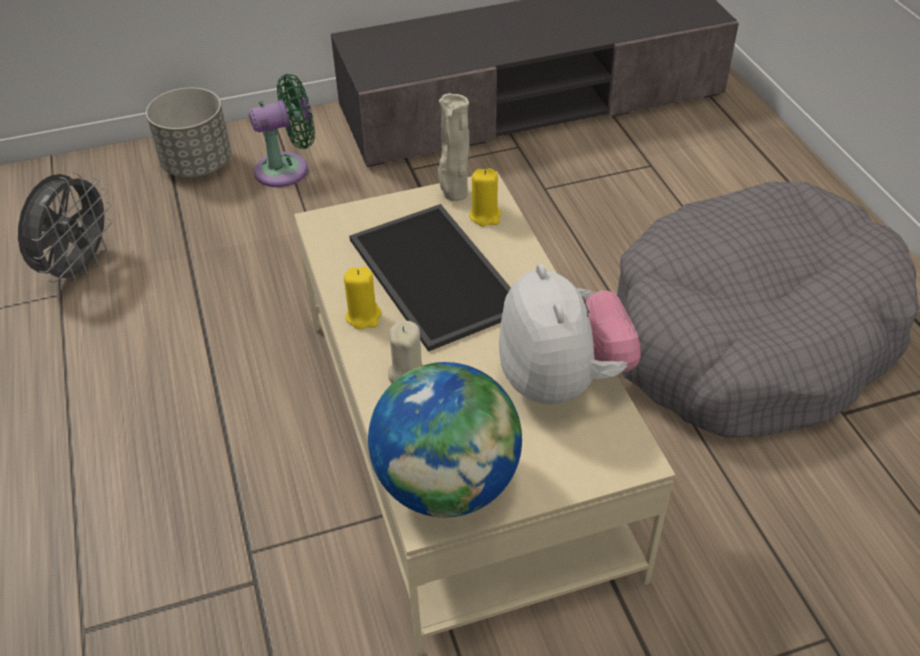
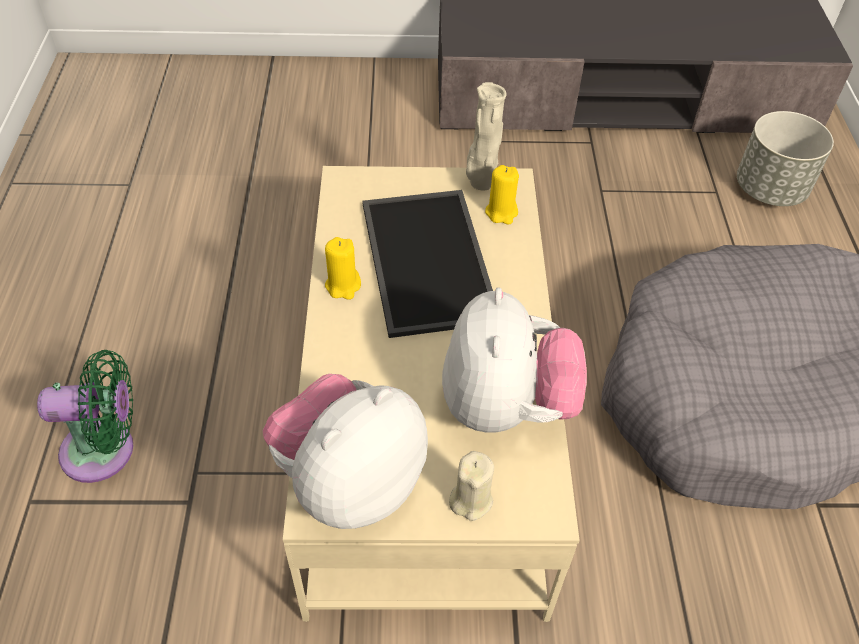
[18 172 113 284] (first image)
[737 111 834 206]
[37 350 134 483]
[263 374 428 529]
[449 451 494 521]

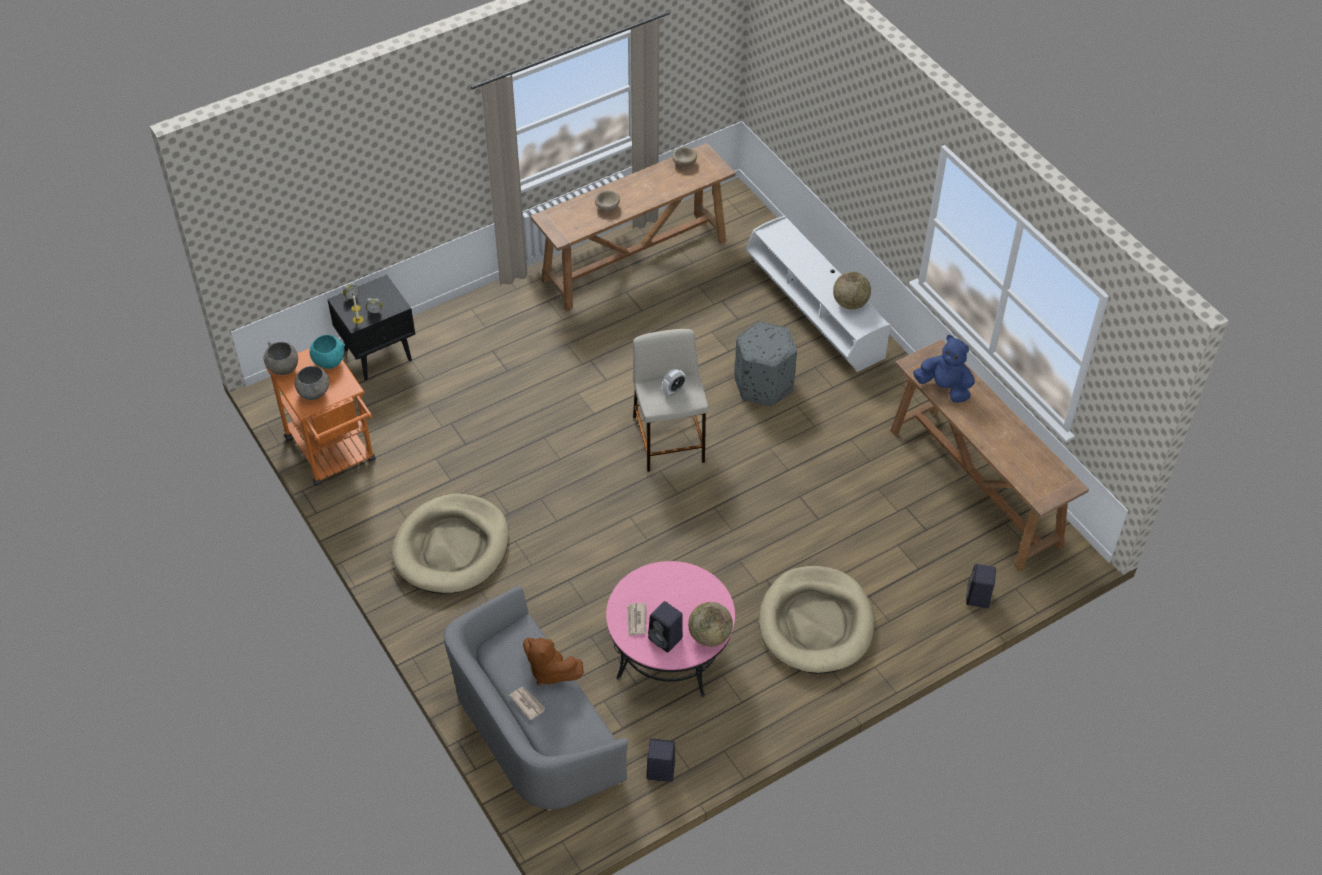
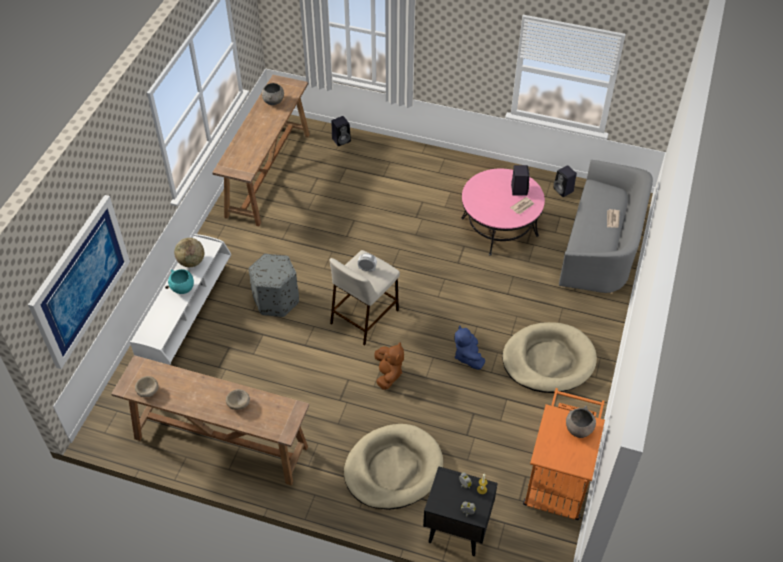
[262 83 284 105]
[168 269 194 294]
[374 342 404 390]
[688 602 733 647] (first image)
[344 424 443 510]
[454 326 485 370]
[28 195 130 369]

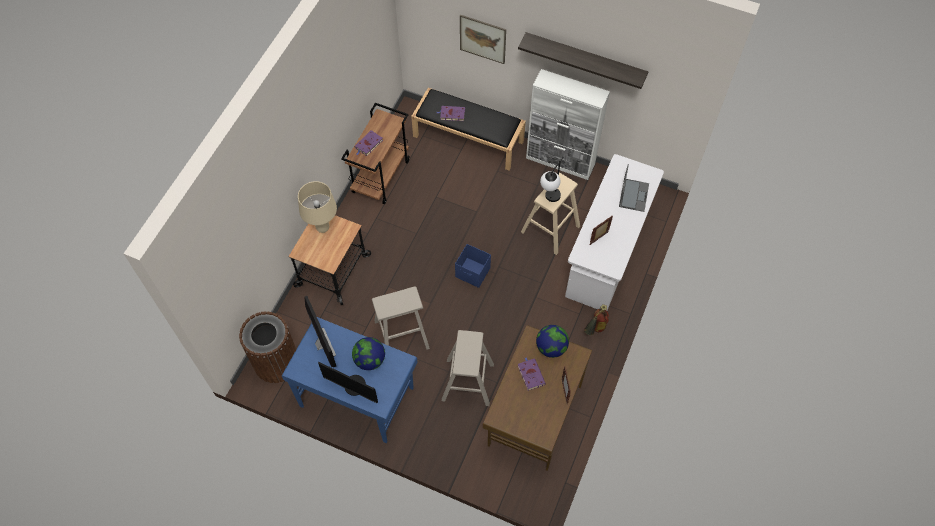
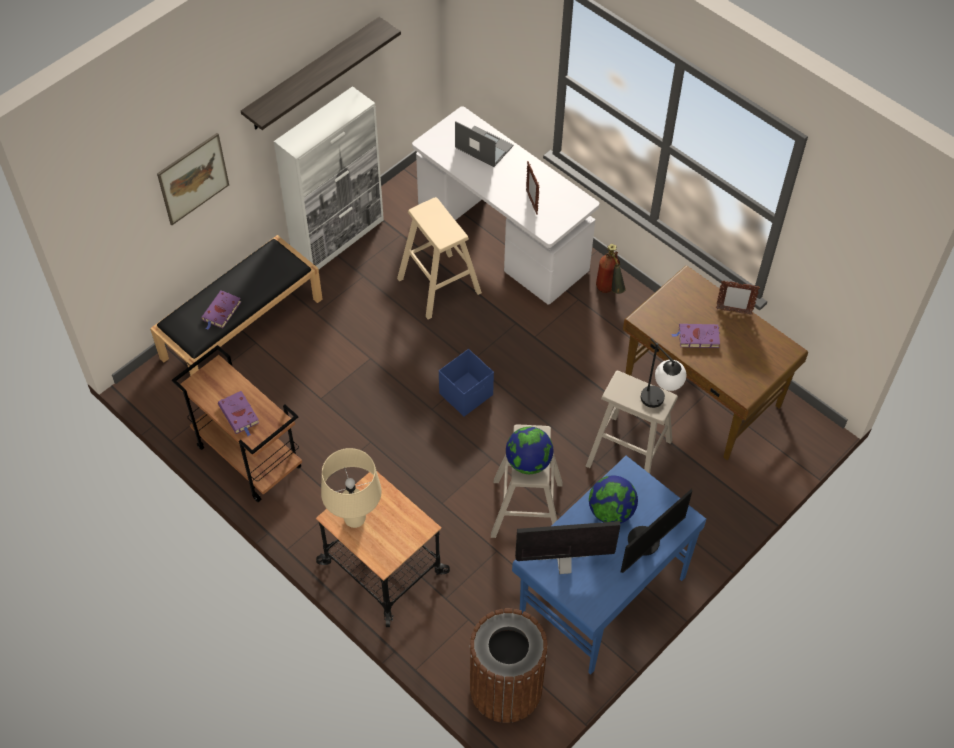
[506 427 553 474]
[641 338 686 408]

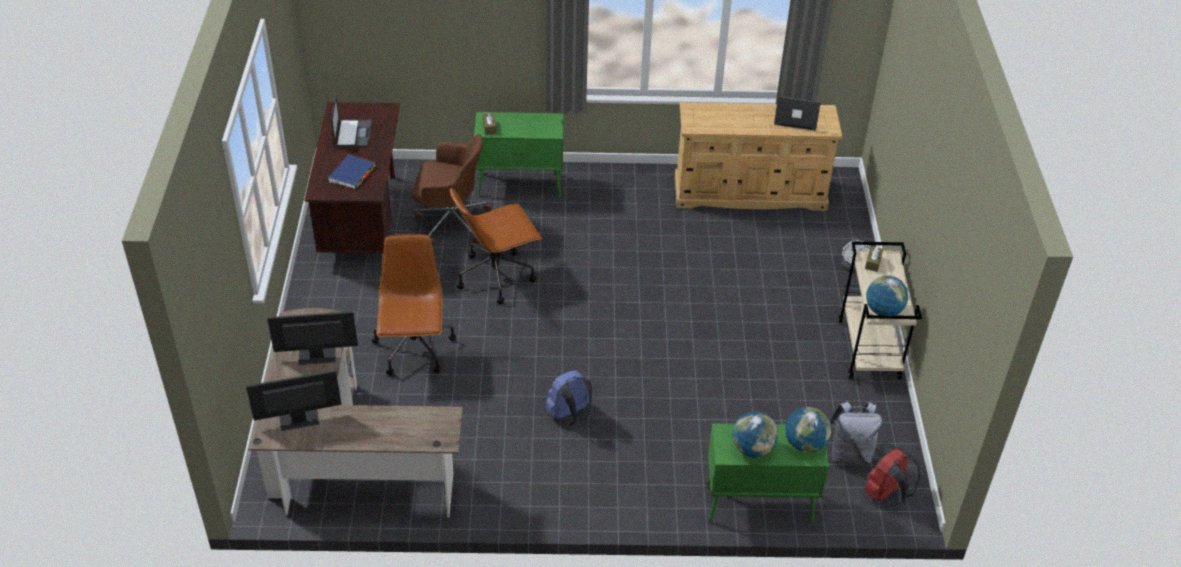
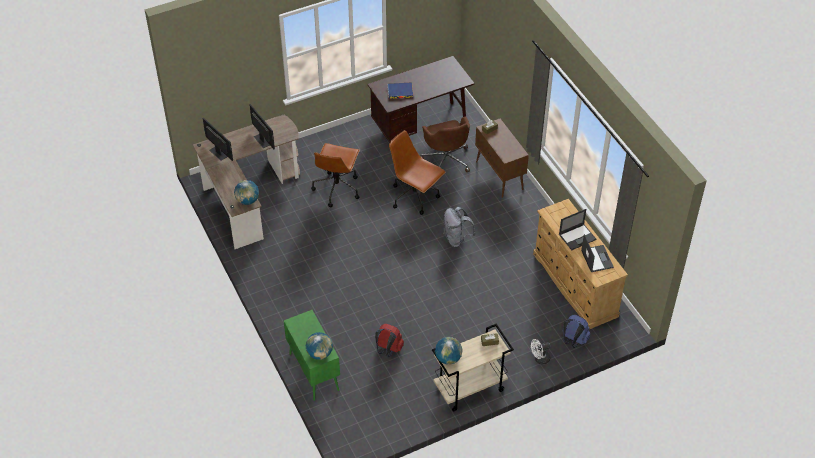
[559 209 596 250]
[311 143 360 207]
[475 119 529 198]
[563 314 590 348]
[234 180 259 205]
[443 207 475 247]
[375 324 404 357]

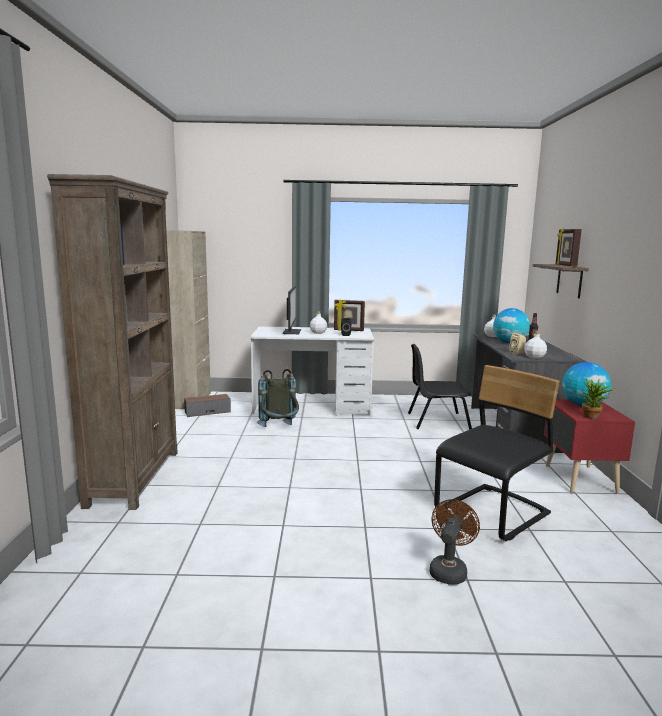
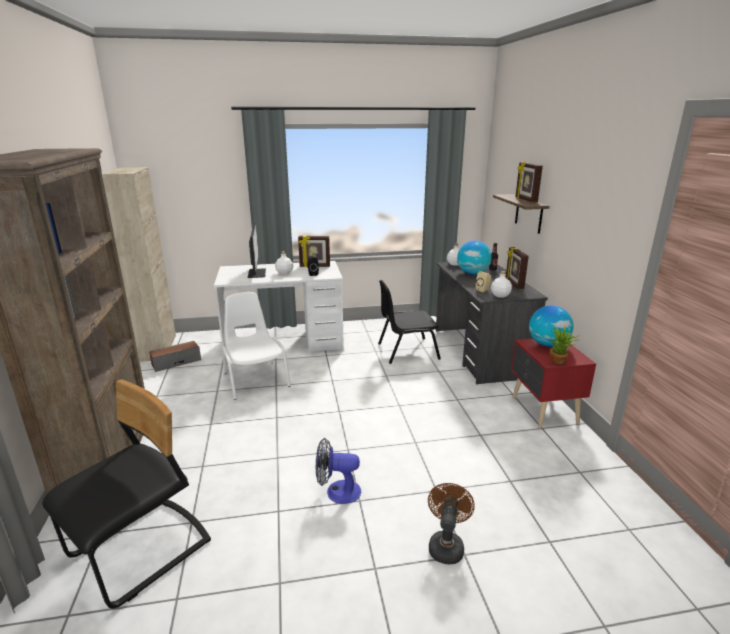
[222 292 291 400]
[42 379 211 609]
[316 438 361 504]
[506 247 529 289]

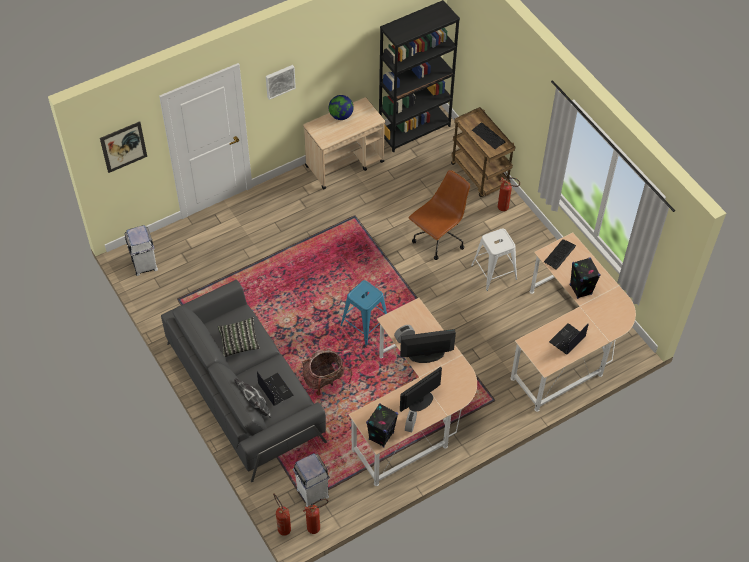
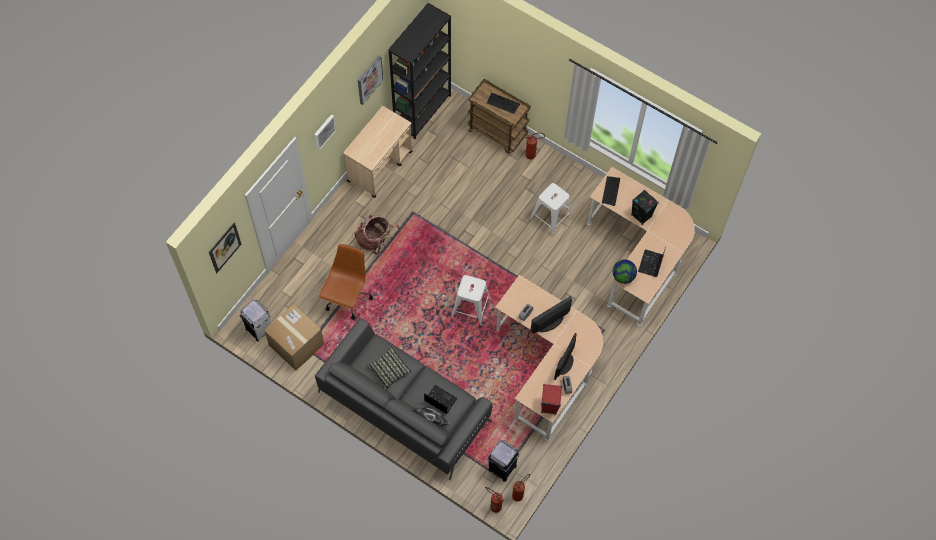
[487 440 519 482]
[354 215 399 255]
[613 259 637 284]
[452 275 491 325]
[541 384 562 415]
[319 244 373 319]
[264 304 324 370]
[358 55 383 105]

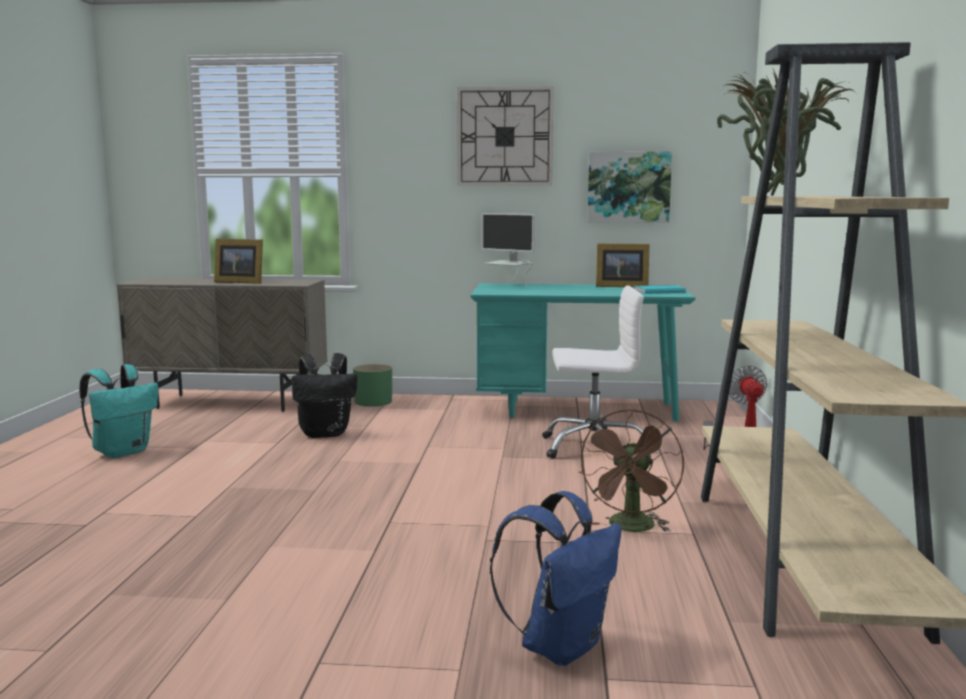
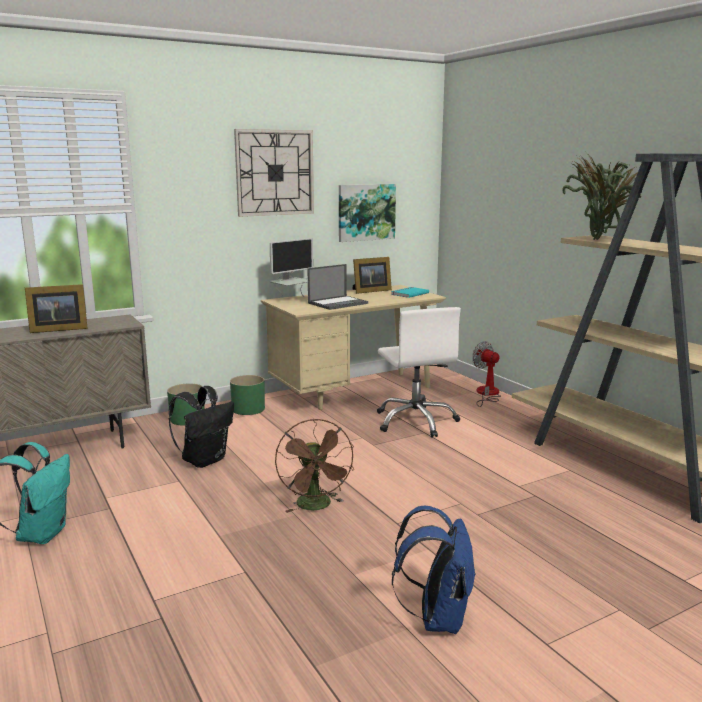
[261 285 446 410]
[270 238 313 297]
[392 506 476 634]
[377 307 461 437]
[275 419 354 513]
[230 375 265 415]
[307 264 368 310]

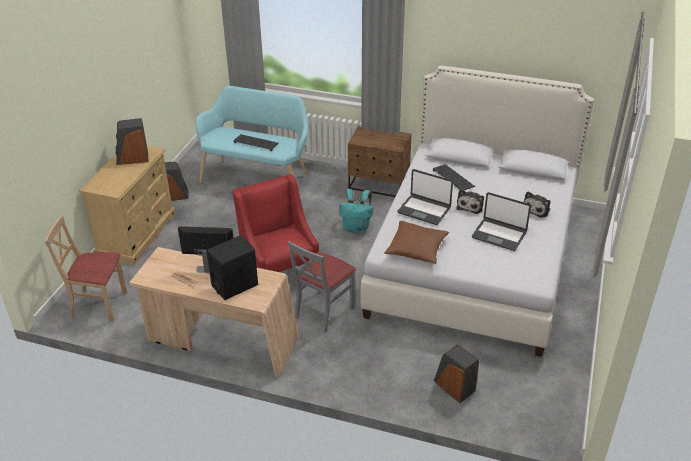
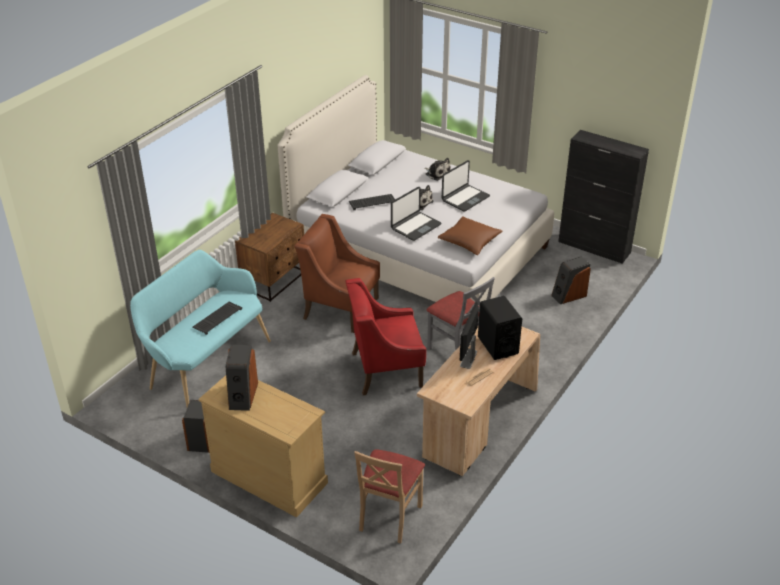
[294 214 380 333]
[558 130 649 264]

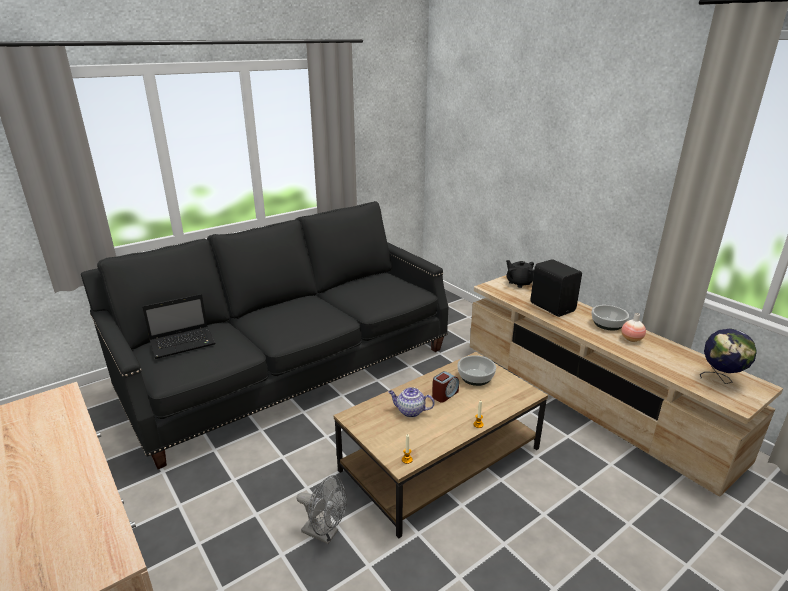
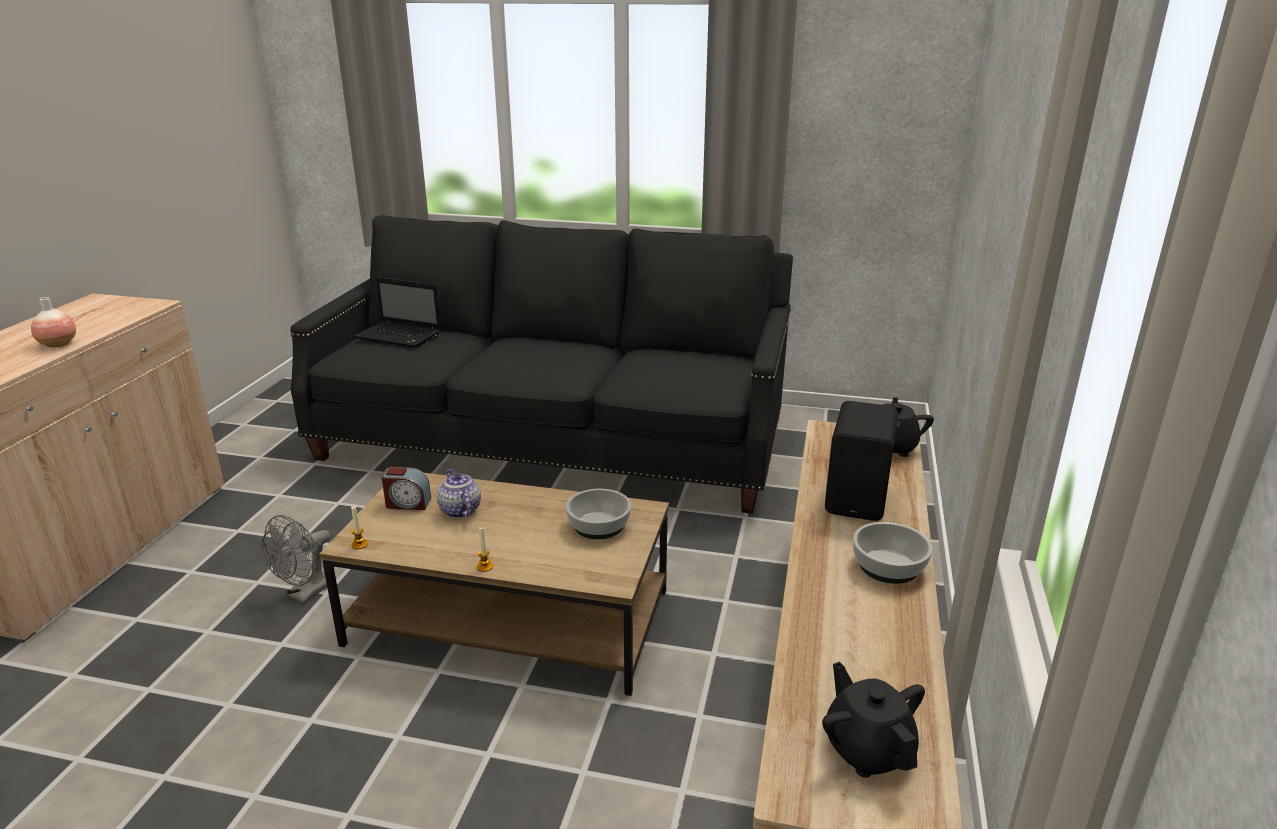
[262 515 331 603]
[381 467 431 510]
[31 297 76 347]
[822 662 925 778]

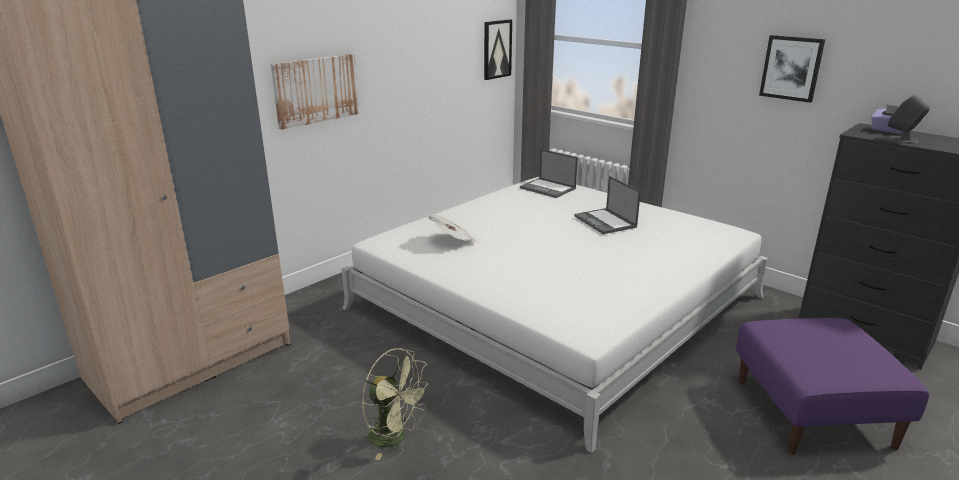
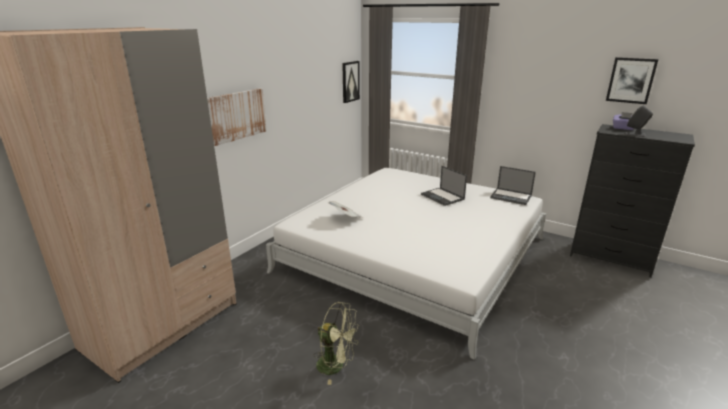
[490 166 536 205]
[736 318 929 455] (first image)
[606 57 658 104]

